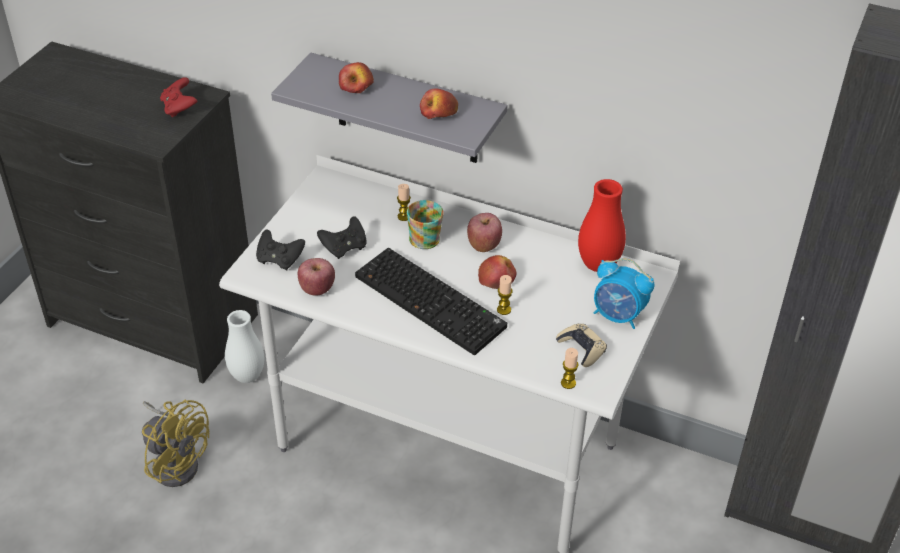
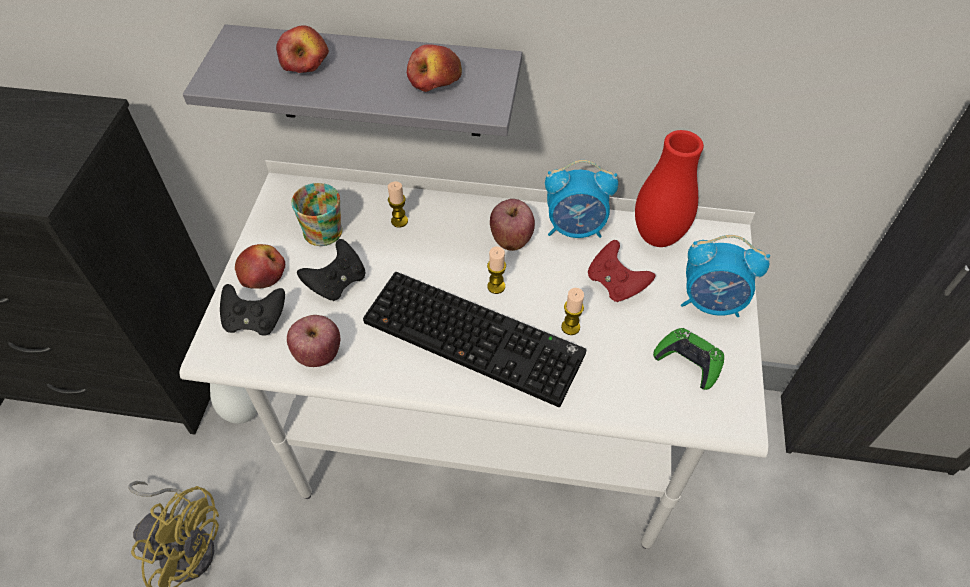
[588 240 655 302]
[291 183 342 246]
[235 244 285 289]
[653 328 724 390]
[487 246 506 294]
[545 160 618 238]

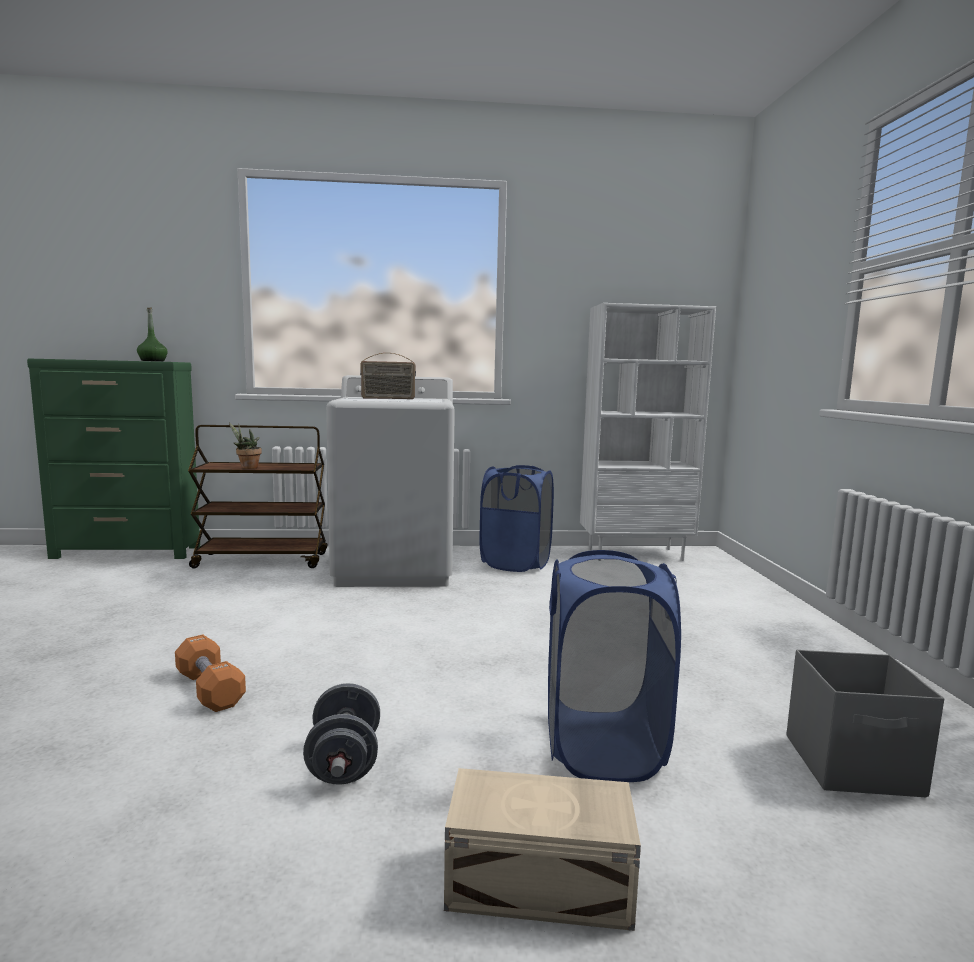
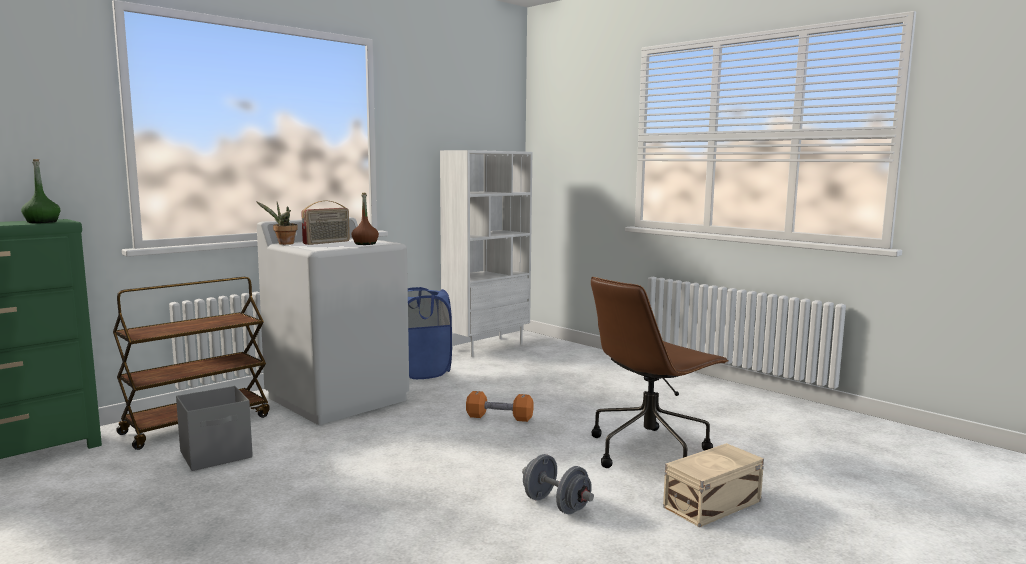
[466 391 534 422]
[256 201 297 245]
[591 277 729 468]
[176 386 253 471]
[351 193 379 245]

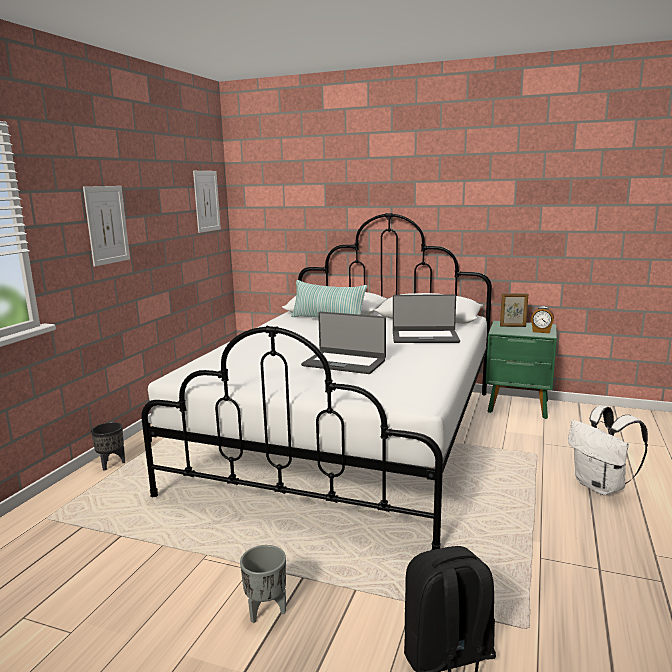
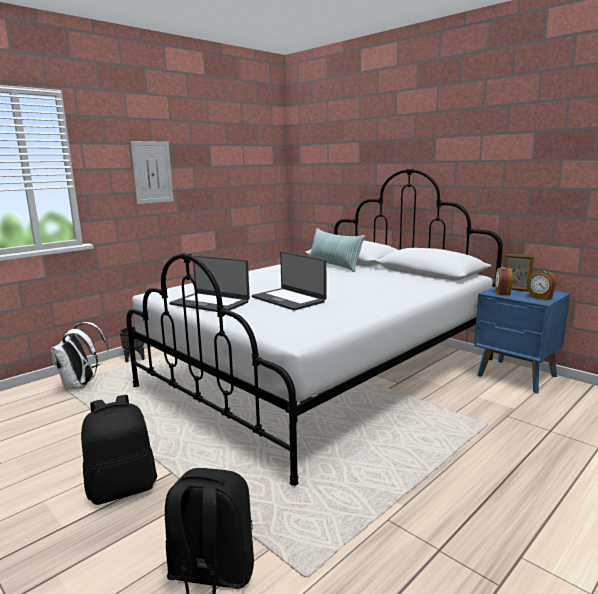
[193 171 221 233] (first image)
[81 395 157 505]
[169 255 250 312]
[474 287 570 393]
[50 322 108 390]
[495 267 513 295]

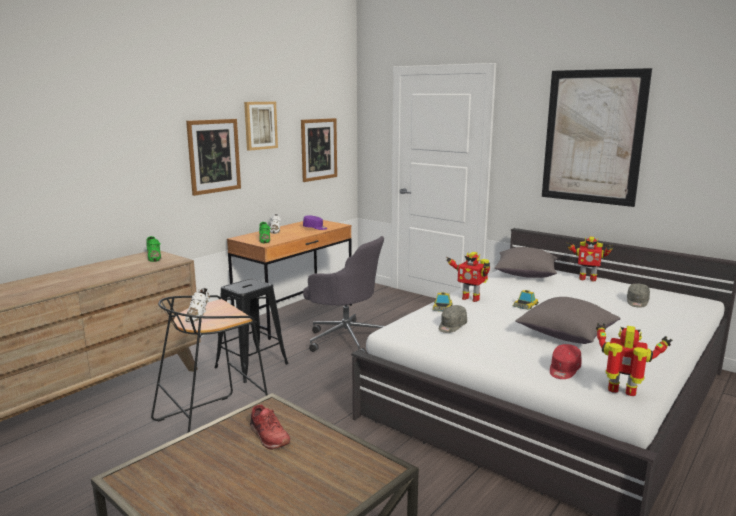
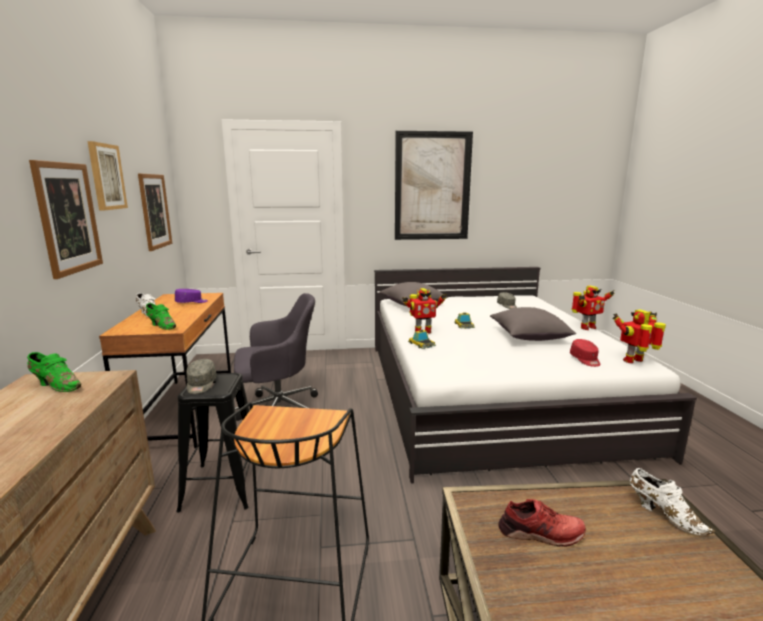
[630 468 715 535]
[186 359 217 394]
[572 285 615 330]

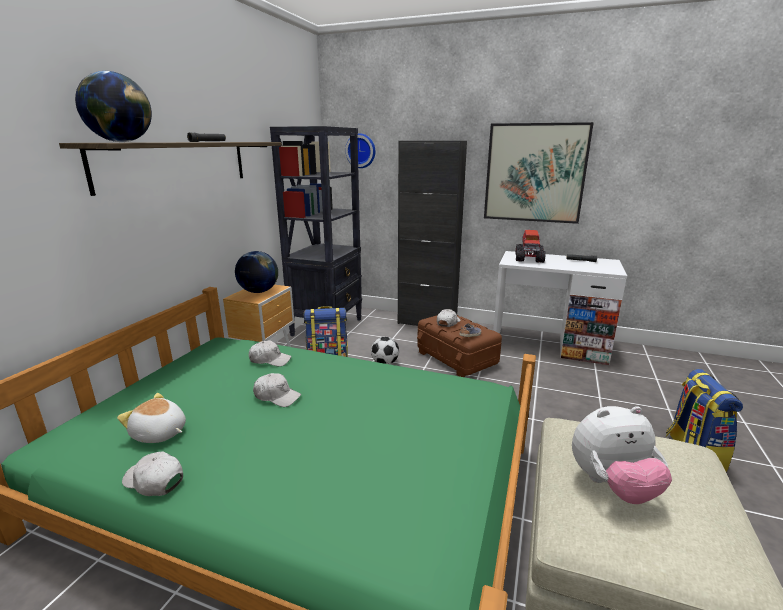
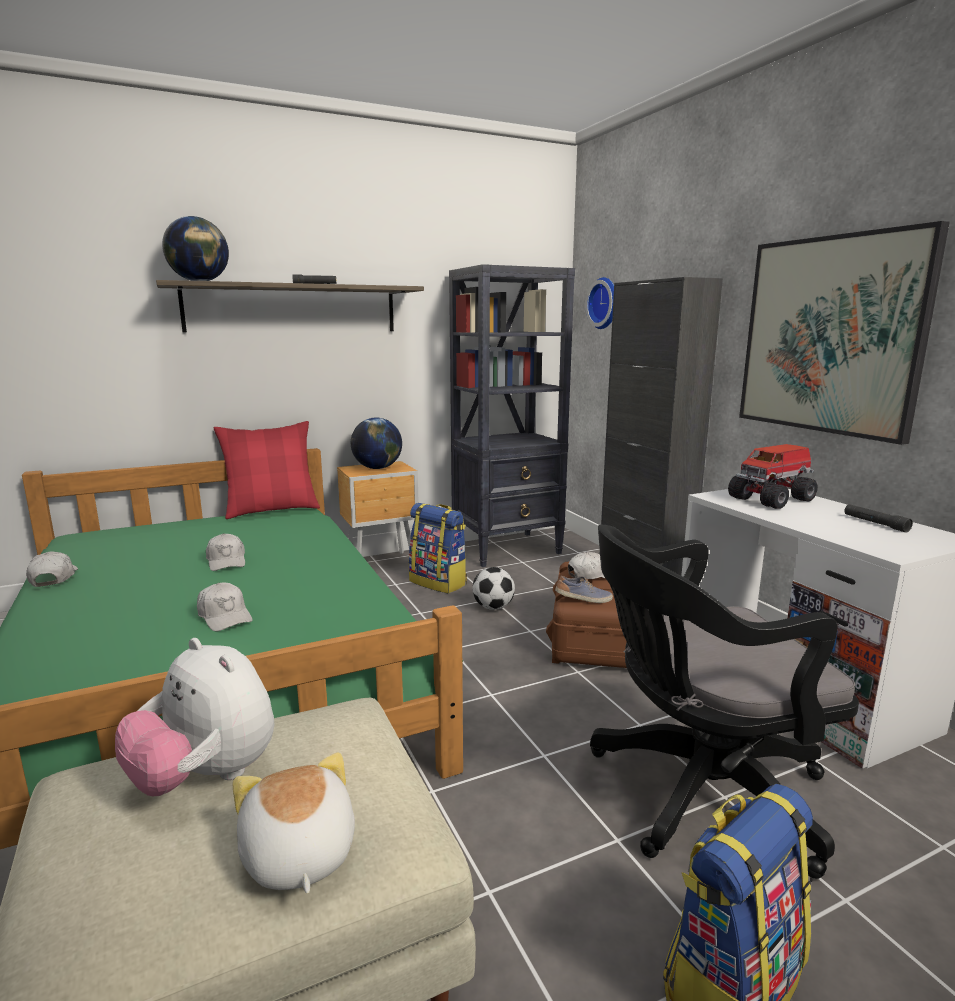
[233 752 355 894]
[197 582 253 632]
[214 421 320 519]
[590 525 859 879]

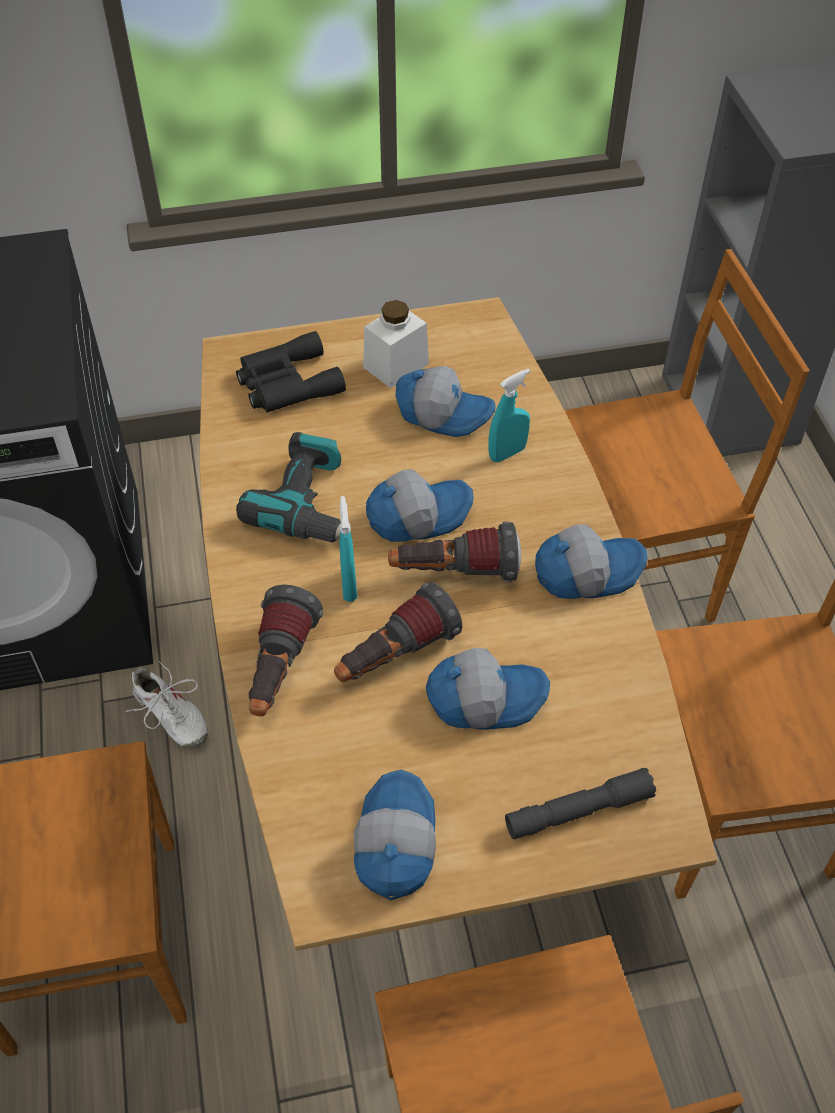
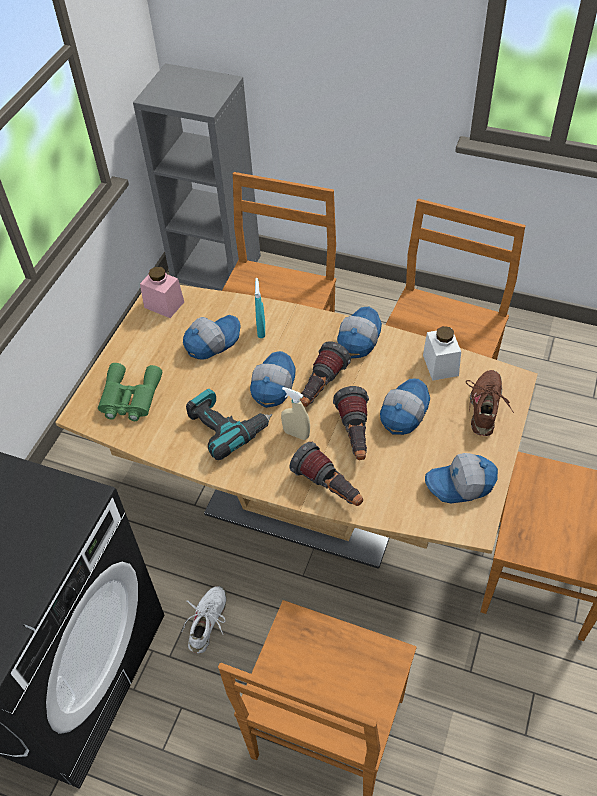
[181 586 226 653]
[98 363 162 421]
[281 387 310 440]
[425 453 498 503]
[423 326 461 381]
[466 370 514 436]
[140 267 184 318]

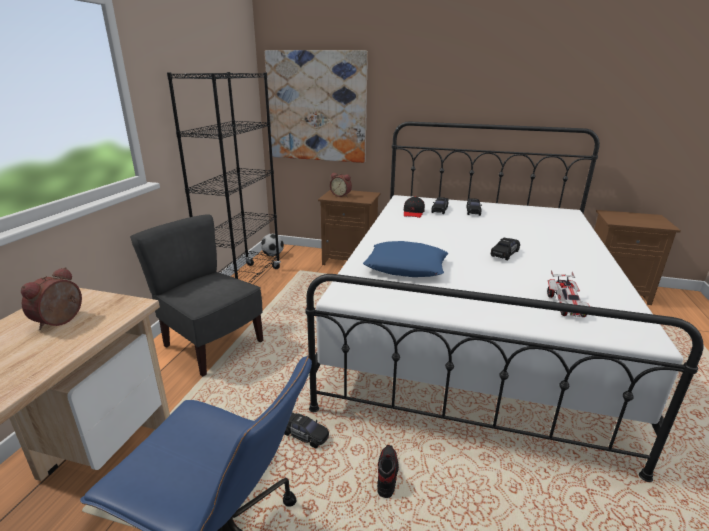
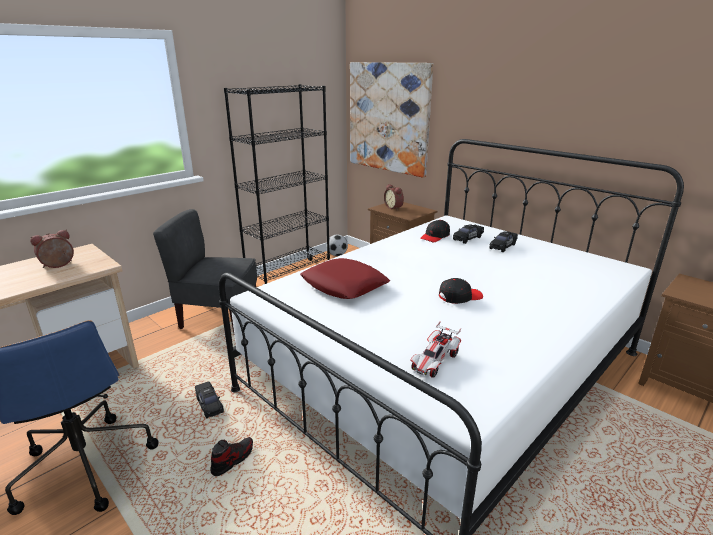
[153 209 257 332]
[300 258 390 299]
[439 278 483 304]

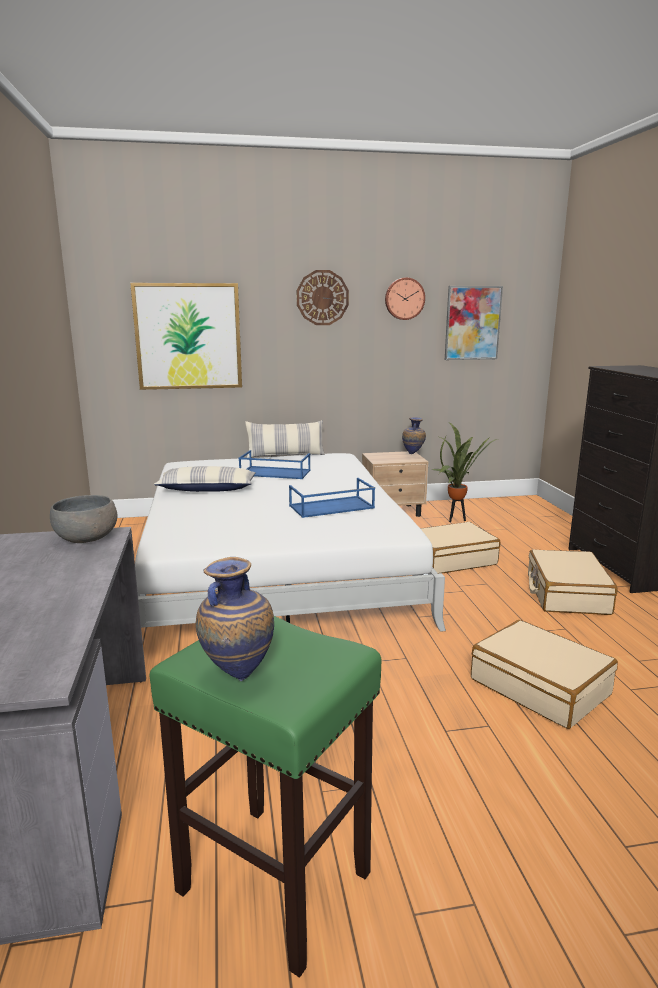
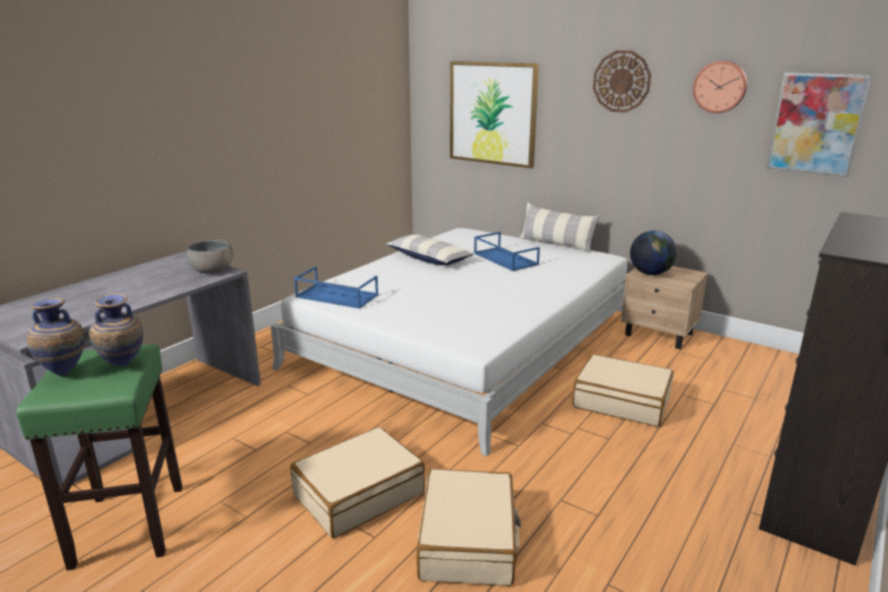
[294 266 378 309]
[89 293 143 367]
[432 423 497 522] (first image)
[290 427 425 538]
[630 230 677 275]

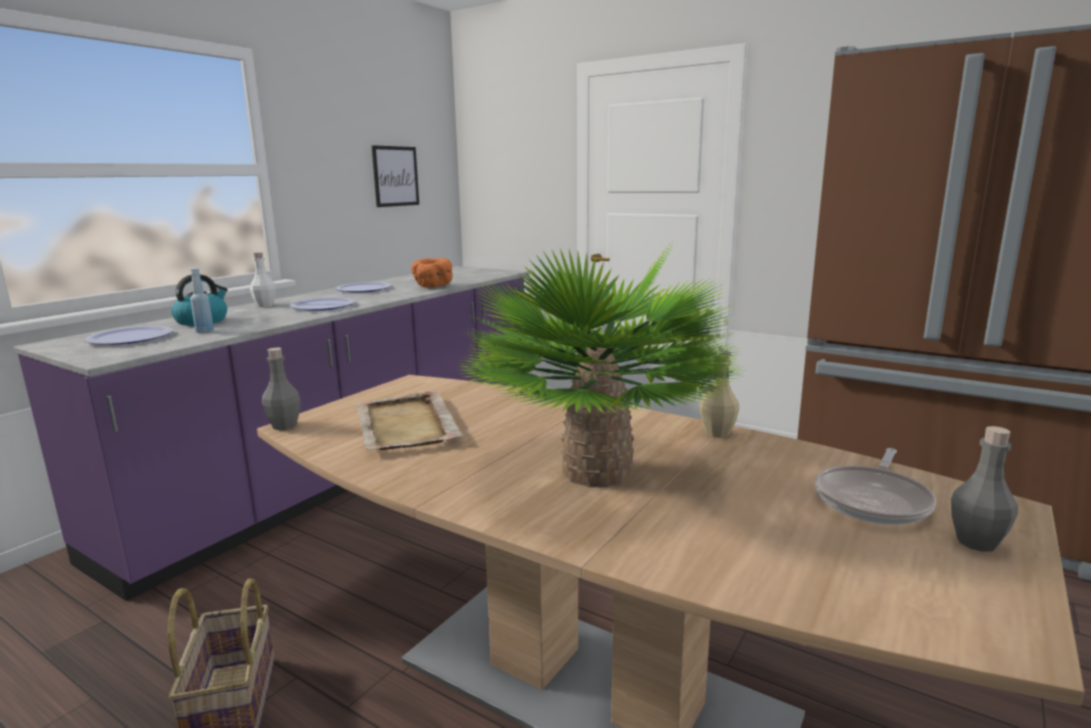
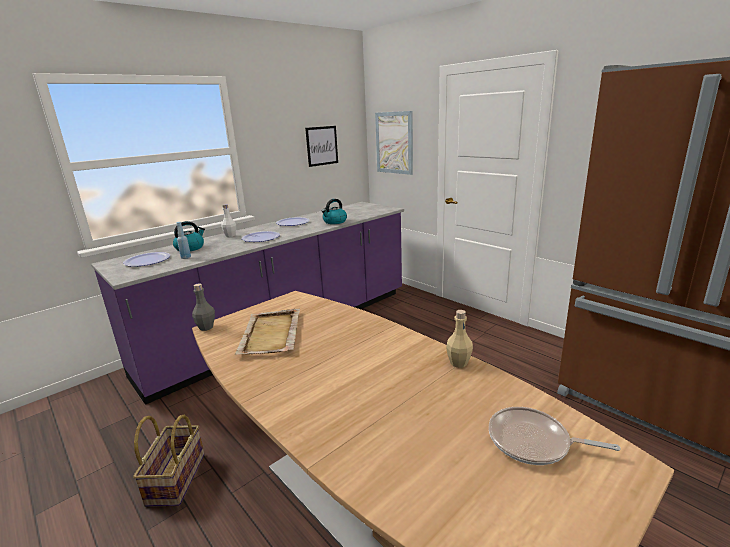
[322 199 347 224]
[459 239 745 487] (first image)
[489 407 621 465]
[951 426 1018 552] (first image)
[375 111 413 175]

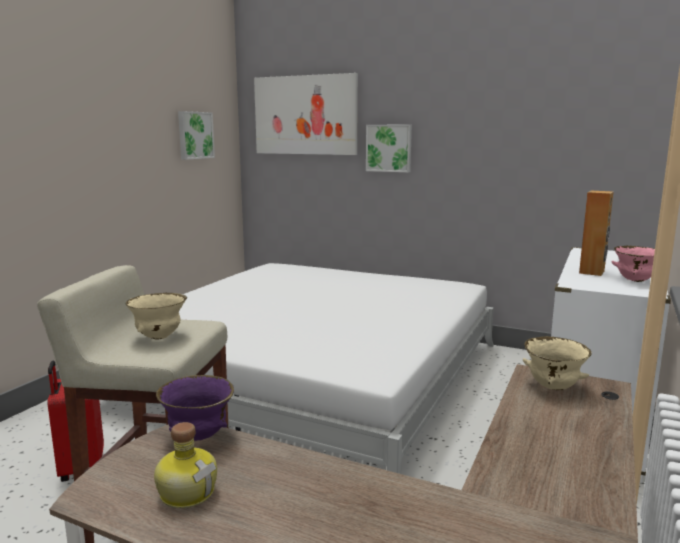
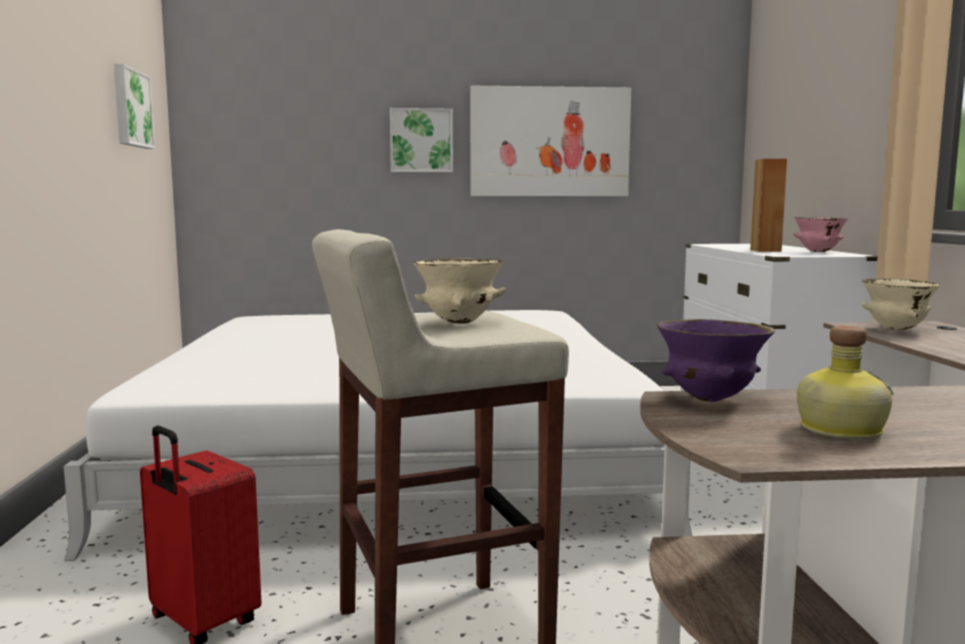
[470 86 631 196]

